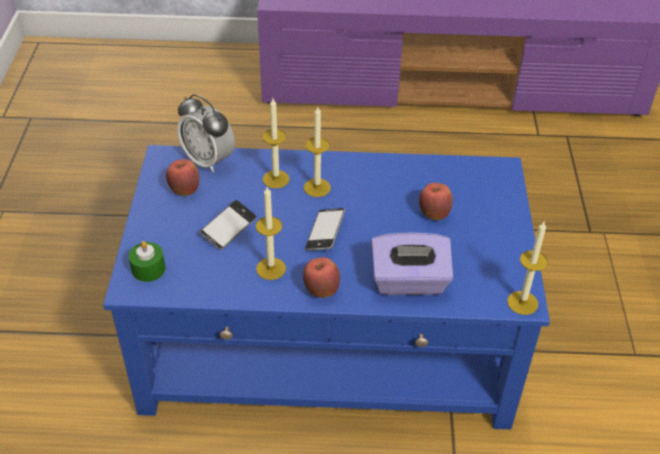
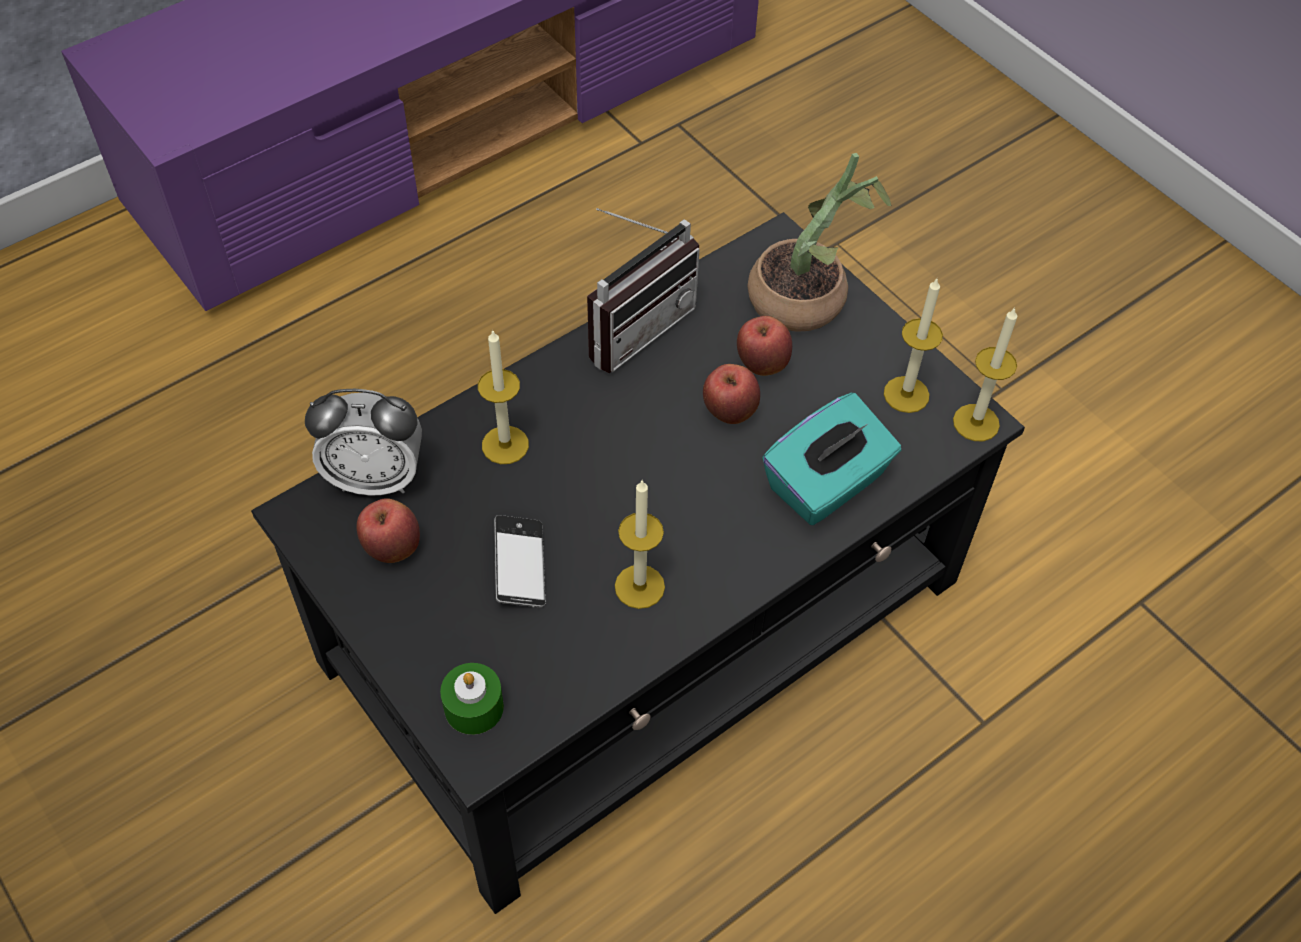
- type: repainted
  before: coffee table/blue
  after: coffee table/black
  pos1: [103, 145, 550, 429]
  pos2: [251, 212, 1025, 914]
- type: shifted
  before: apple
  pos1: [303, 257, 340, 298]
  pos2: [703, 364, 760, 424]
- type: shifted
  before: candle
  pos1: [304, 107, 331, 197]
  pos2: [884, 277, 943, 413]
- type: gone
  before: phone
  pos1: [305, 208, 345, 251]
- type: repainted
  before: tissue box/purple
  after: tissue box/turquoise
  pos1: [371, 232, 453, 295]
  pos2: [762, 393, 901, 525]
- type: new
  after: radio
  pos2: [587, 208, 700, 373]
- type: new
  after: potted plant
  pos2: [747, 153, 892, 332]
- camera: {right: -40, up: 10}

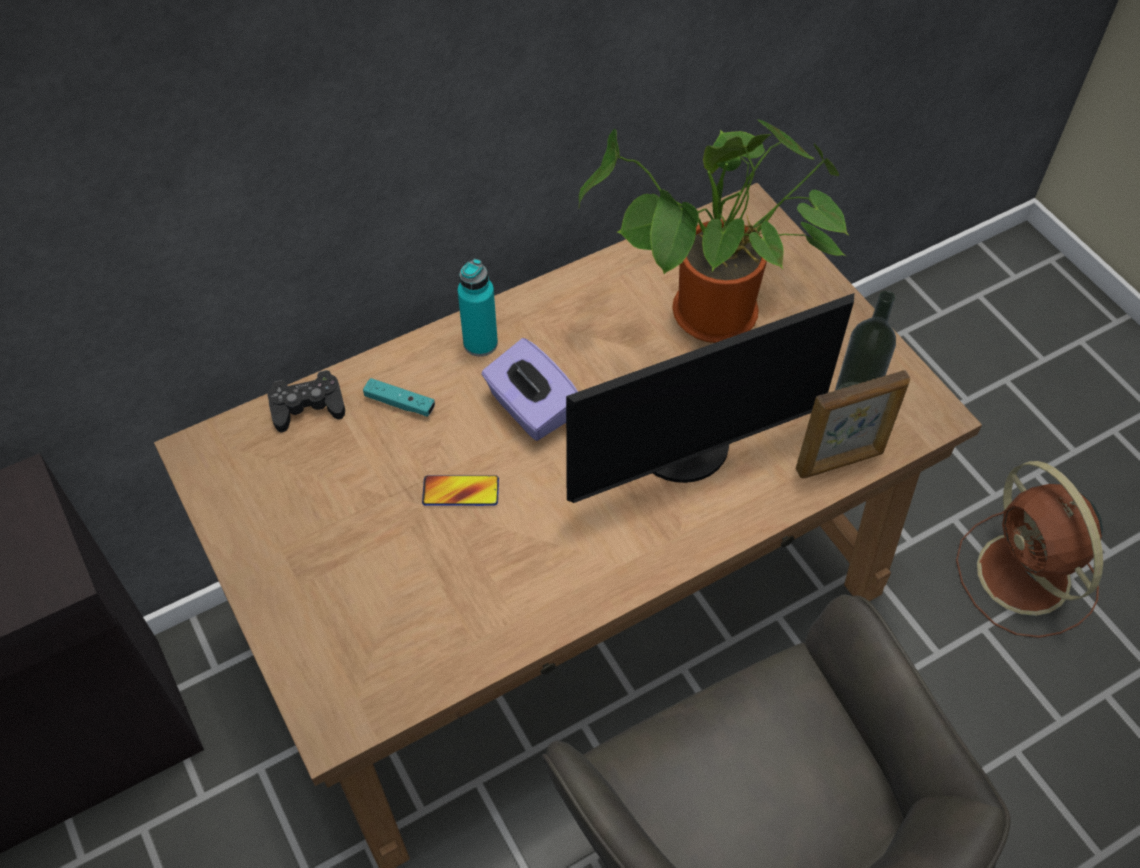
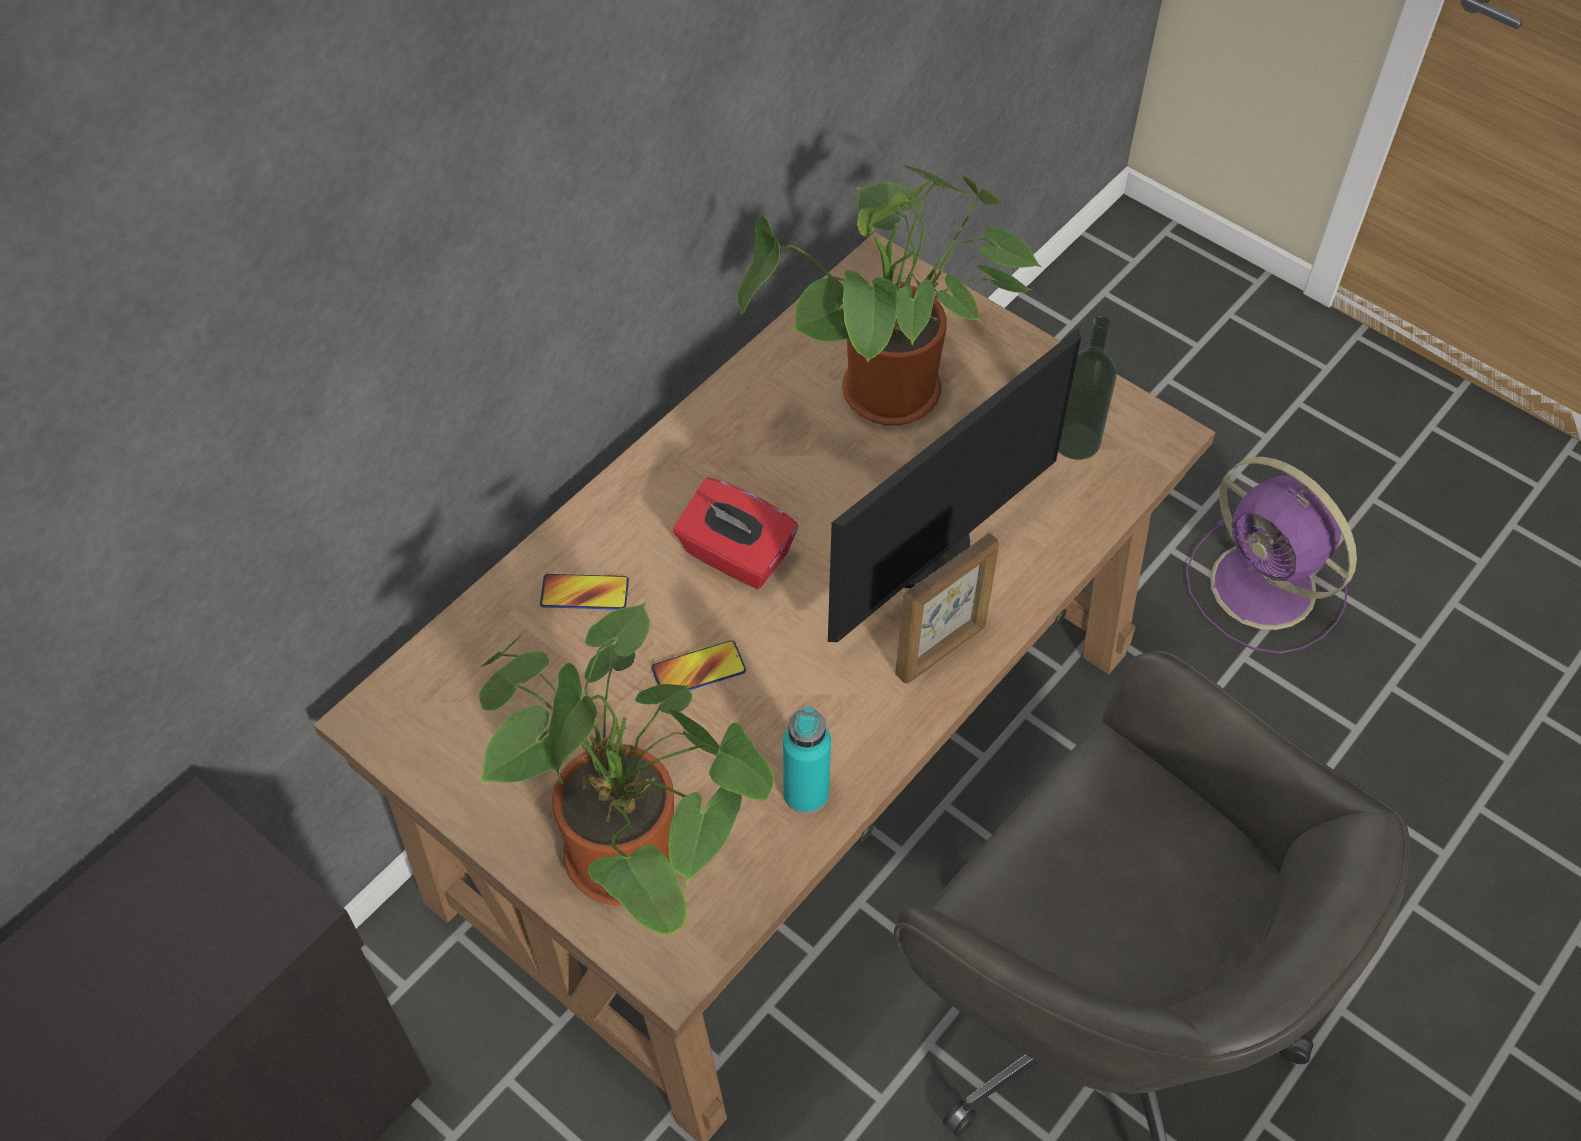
- type: gone
  before: game controller/black
  pos1: [267, 370, 345, 432]
- type: swapped
  before: game controller/turquoise
  after: phone
  pos1: [363, 378, 435, 417]
  pos2: [540, 574, 629, 610]
- type: shifted
  before: bottle/turquoise
  pos1: [458, 259, 498, 357]
  pos2: [783, 707, 831, 814]
- type: repainted
  before: tissue box/purple
  after: tissue box/red
  pos1: [481, 338, 578, 441]
  pos2: [673, 478, 798, 589]
- type: shifted
  before: picture frame
  pos1: [796, 370, 910, 478]
  pos2: [895, 533, 999, 683]
- type: repainted
  before: fan/brown
  after: fan/purple
  pos1: [956, 461, 1103, 638]
  pos2: [1186, 457, 1357, 654]
- type: new
  after: potted plant
  pos2: [475, 602, 773, 937]
- camera: {right: -20, up: 0}

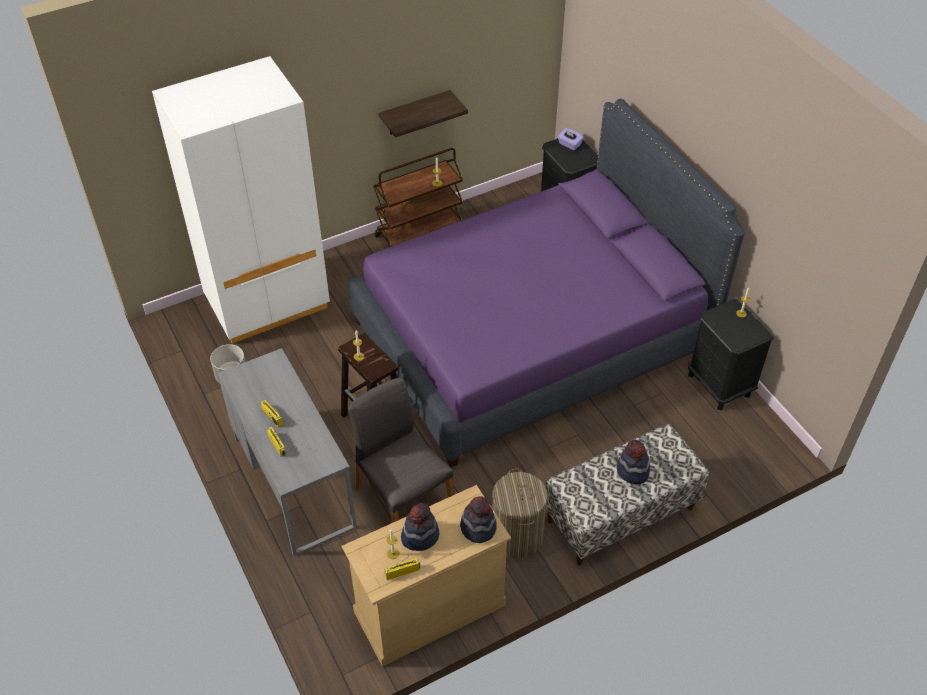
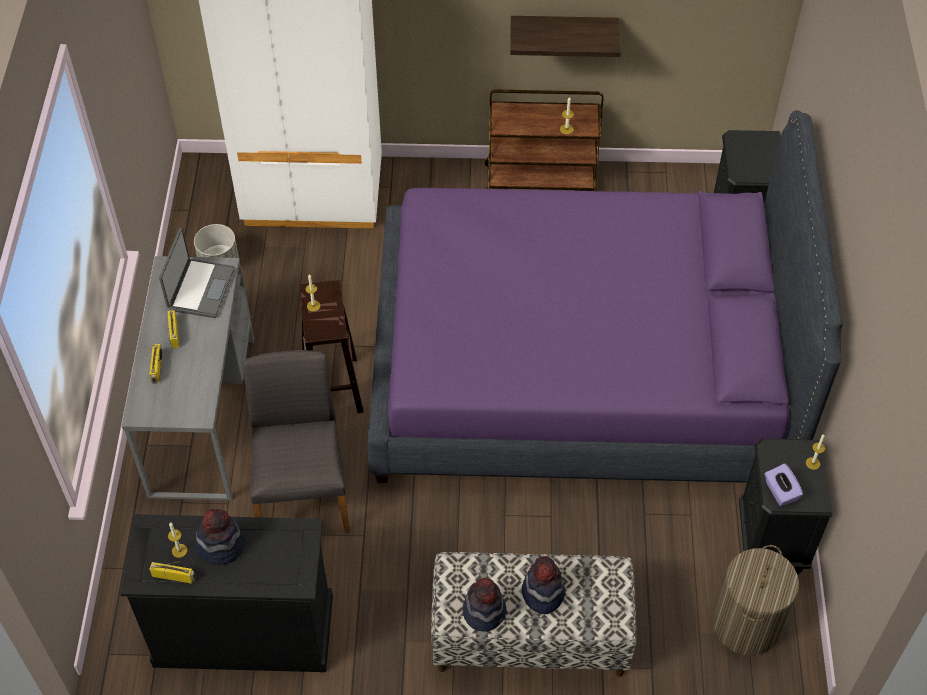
- type: repainted
  before: dresser/beige
  after: dresser/black
  pos1: [341, 485, 511, 667]
  pos2: [120, 514, 333, 672]
- type: shifted
  before: hat
  pos1: [460, 496, 497, 543]
  pos2: [462, 578, 506, 632]
- type: shifted
  before: laundry basket
  pos1: [492, 468, 548, 558]
  pos2: [713, 545, 799, 656]
- type: shifted
  before: tissue box/purple
  pos1: [558, 128, 584, 150]
  pos2: [765, 463, 803, 506]
- type: new
  after: laptop
  pos2: [159, 228, 235, 318]
- camera: {right: 30, up: 5}

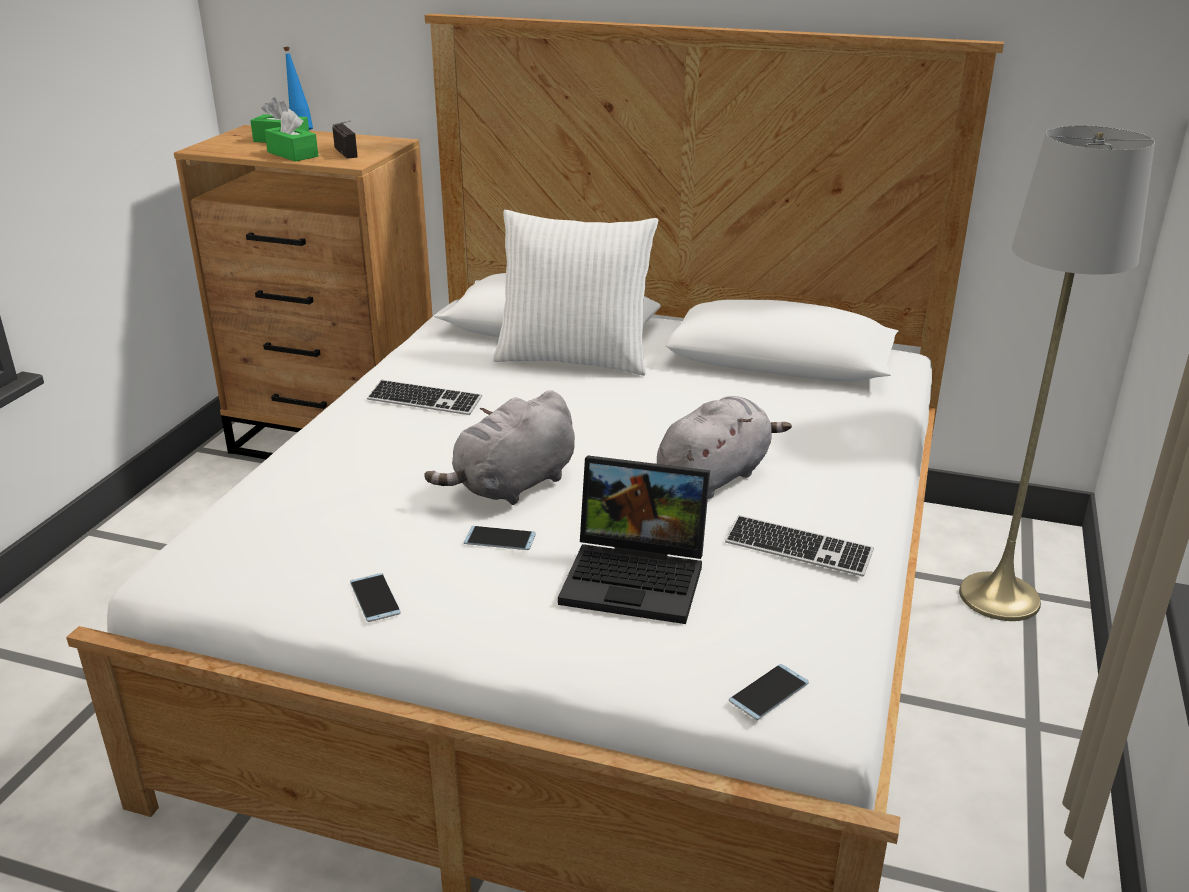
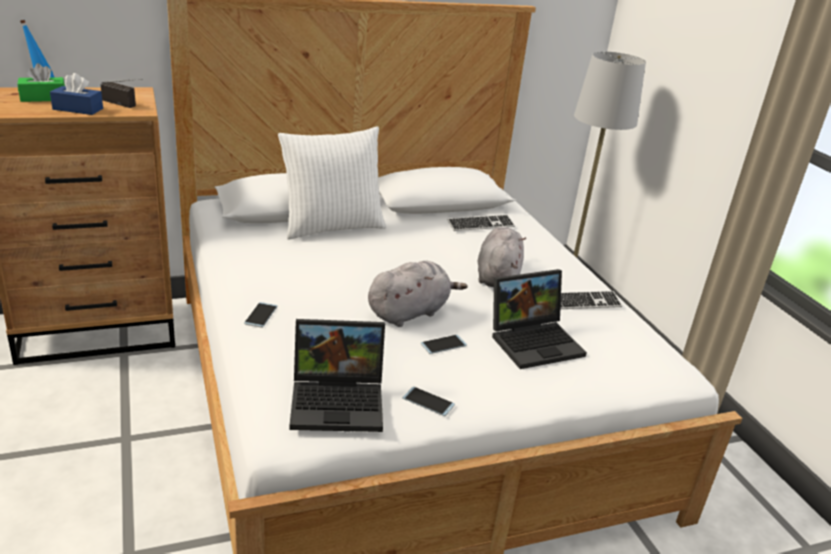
- type: repainted
  before: tissue box/green
  after: tissue box/blue
  pos1: [264, 109, 318, 162]
  pos2: [50, 73, 103, 115]
- type: shifted
  before: keyboard
  pos1: [367, 380, 482, 415]
  pos2: [447, 215, 515, 231]
- type: rotated
  before: plush toy/grey
  pos1: [424, 390, 575, 505]
  pos2: [368, 261, 468, 327]
  turn: -135
- type: shifted
  before: phone
  pos1: [729, 664, 809, 720]
  pos2: [244, 302, 277, 328]
- type: new
  after: laptop
  pos2: [289, 319, 385, 432]
- camera: {right: -40, up: 0}

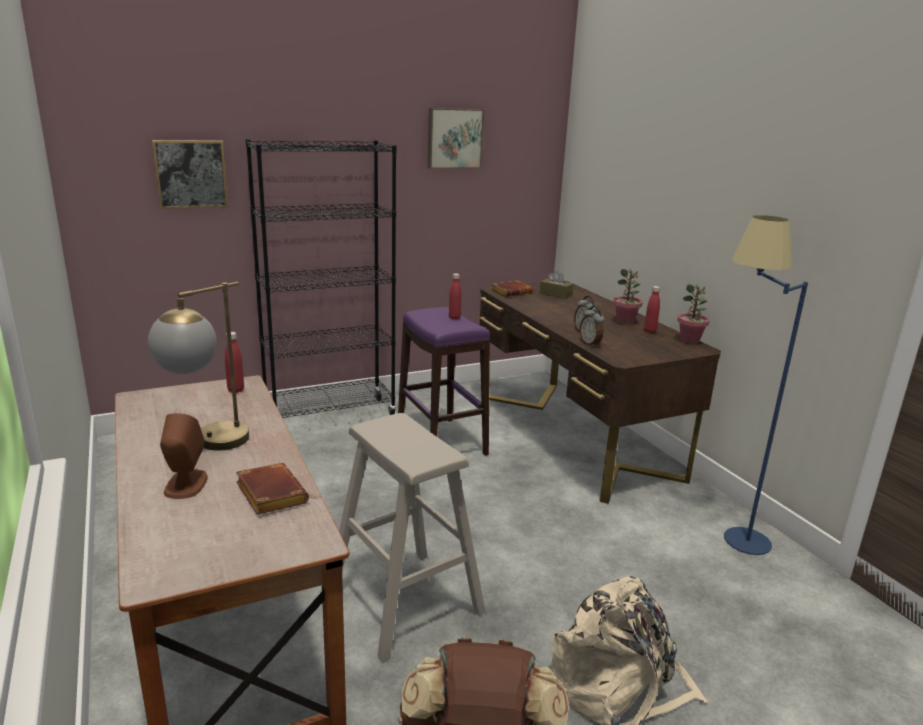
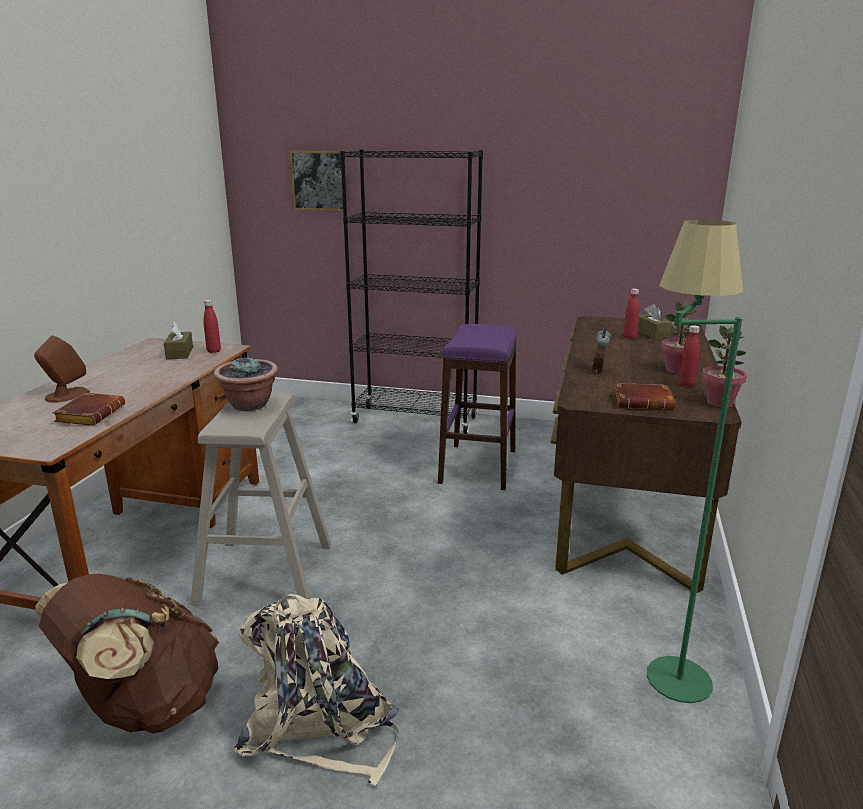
- type: gone
  before: table lamp
  pos1: [148, 282, 249, 451]
- type: gone
  before: picture
  pos1: [428, 108, 484, 169]
- type: shifted
  before: bottle/red
  pos1: [449, 273, 462, 319]
  pos2: [623, 288, 639, 339]
- type: shifted
  before: book/brown
  pos1: [491, 280, 533, 297]
  pos2: [613, 383, 675, 410]
- type: gone
  before: alarm clock
  pos1: [579, 306, 605, 347]
- type: repainted
  before: floor lamp/blue
  after: floor lamp/green
  pos1: [724, 215, 808, 555]
  pos2: [647, 220, 743, 703]
- type: new
  after: tissue box/brown
  pos2: [164, 321, 193, 359]
- type: new
  after: potted plant
  pos2: [214, 357, 278, 411]
- camera: {right: 40, up: 0}

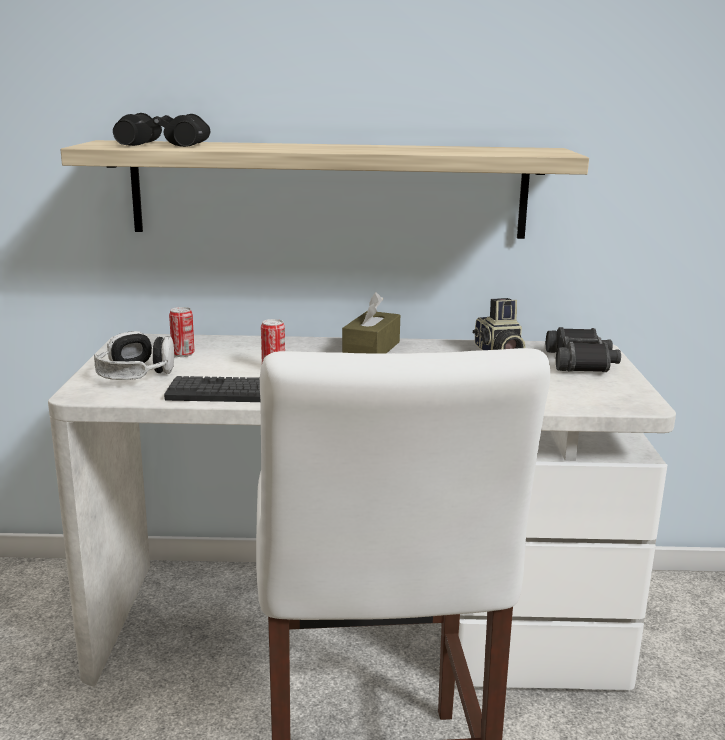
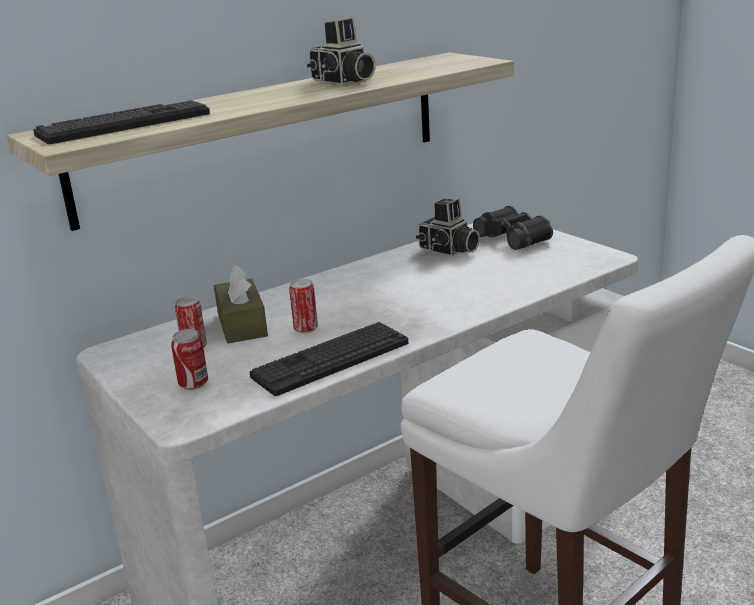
- type: swapped
  before: headphones
  after: can
  pos1: [94, 331, 174, 380]
  pos2: [171, 329, 208, 390]
- type: swapped
  before: binoculars/black
  after: keyboard
  pos1: [113, 113, 211, 147]
  pos2: [33, 100, 210, 144]
- type: shifted
  before: tissue box/brown
  pos1: [342, 292, 400, 353]
  pos2: [214, 265, 268, 344]
- type: new
  after: photo camera
  pos2: [307, 18, 376, 85]
- camera: {right: -35, up: 5}

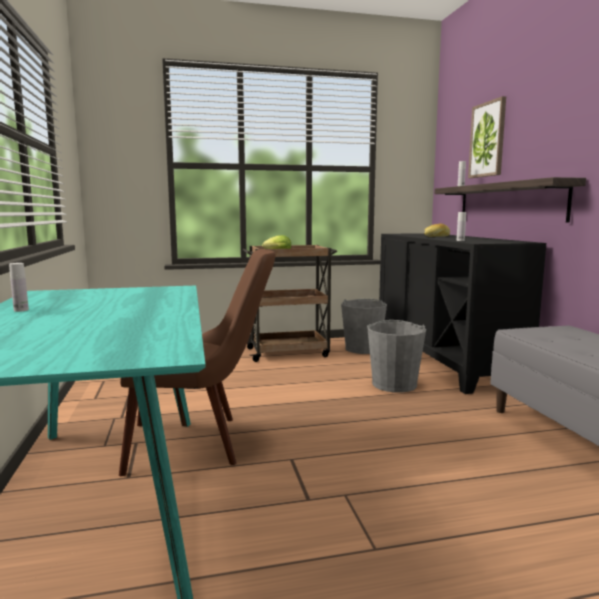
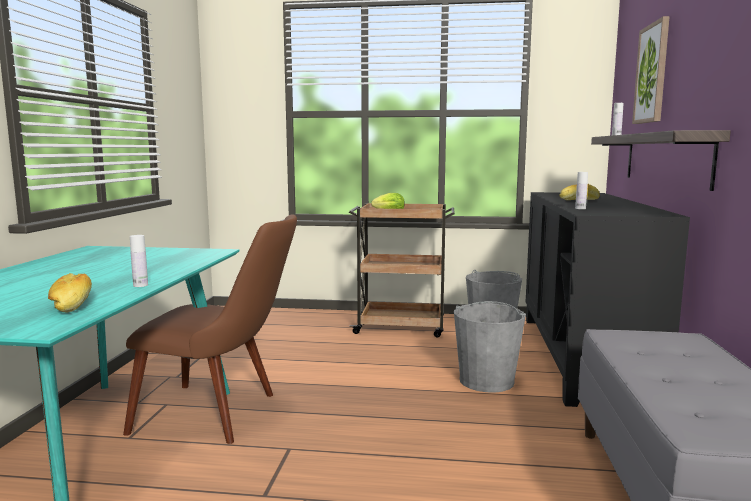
- type: shifted
  before: bottle/white
  pos1: [9, 263, 29, 312]
  pos2: [130, 235, 148, 287]
- type: new
  after: bread
  pos2: [48, 273, 92, 313]
- camera: {right: 20, up: 0}

